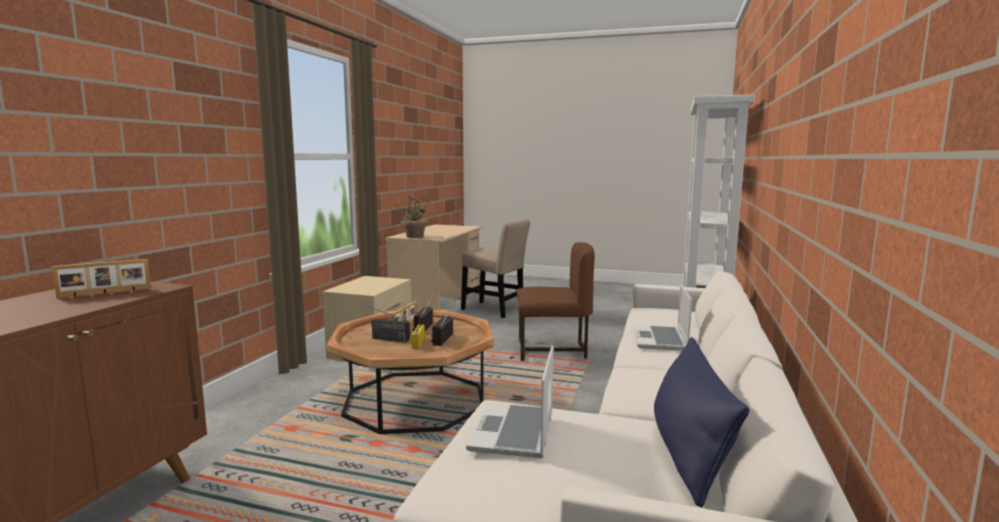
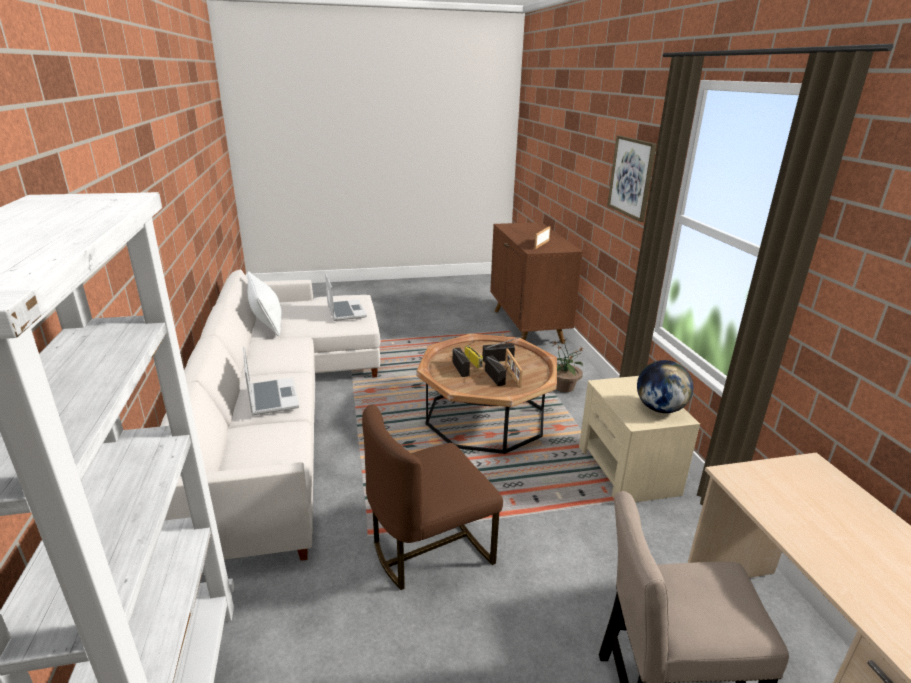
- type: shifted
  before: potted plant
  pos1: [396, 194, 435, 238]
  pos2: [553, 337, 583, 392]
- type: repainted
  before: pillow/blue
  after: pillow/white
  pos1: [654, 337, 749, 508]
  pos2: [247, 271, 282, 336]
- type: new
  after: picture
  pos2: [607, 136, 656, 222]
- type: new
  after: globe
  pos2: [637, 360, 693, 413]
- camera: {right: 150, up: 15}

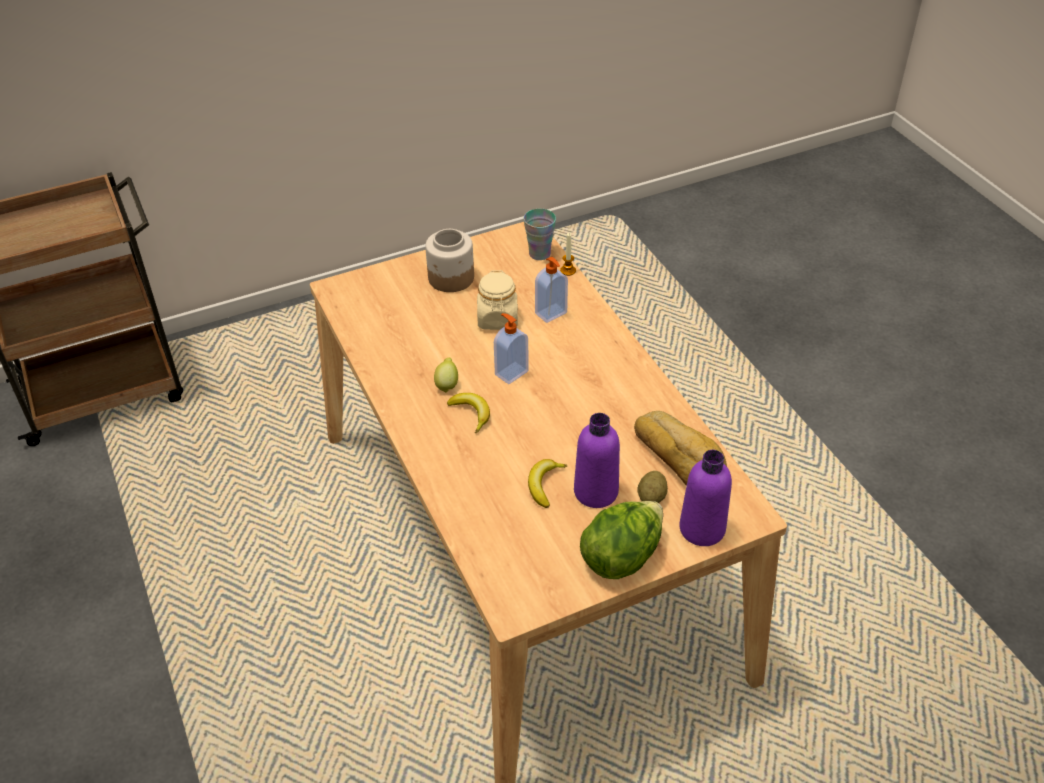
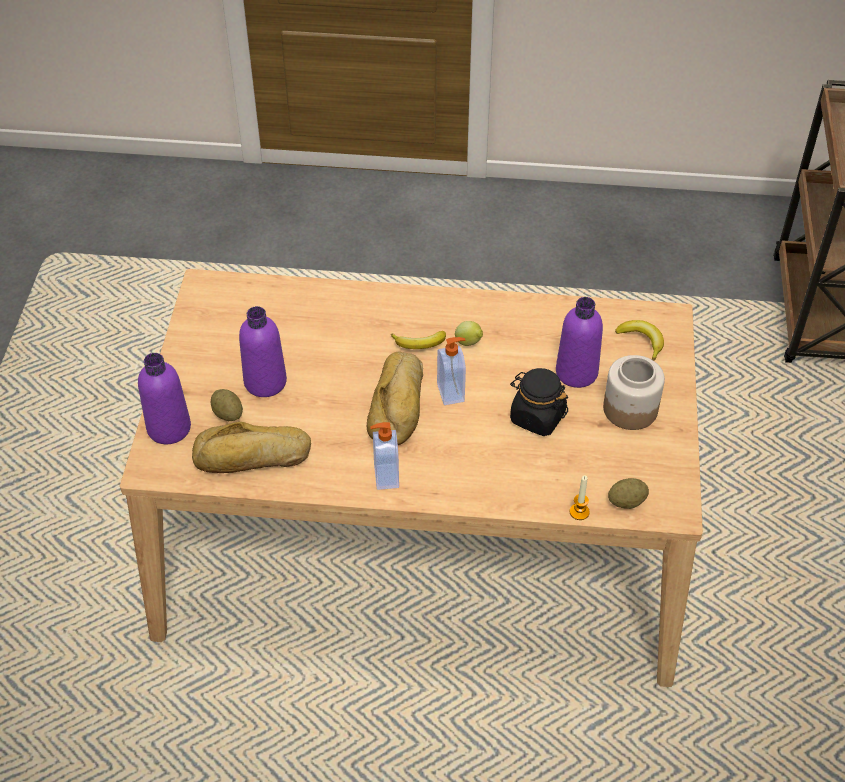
- type: repainted
  before: jar/beige
  after: jar/black
  pos1: [477, 270, 518, 330]
  pos2: [510, 368, 568, 436]
- type: swapped
  before: cup
  after: potato
  pos1: [524, 209, 556, 260]
  pos2: [608, 478, 649, 509]
- type: shifted
  before: banana
  pos1: [528, 459, 567, 508]
  pos2: [615, 320, 664, 361]
- type: shifted
  before: soap dispenser
  pos1: [535, 257, 568, 323]
  pos2: [370, 422, 399, 490]
- type: gone
  before: lettuce
  pos1: [580, 501, 663, 579]
- type: new
  after: bread
  pos2: [367, 352, 423, 445]
- type: new
  after: bottle/purple
  pos2: [556, 297, 603, 388]
- camera: {right: 120, up: 5}

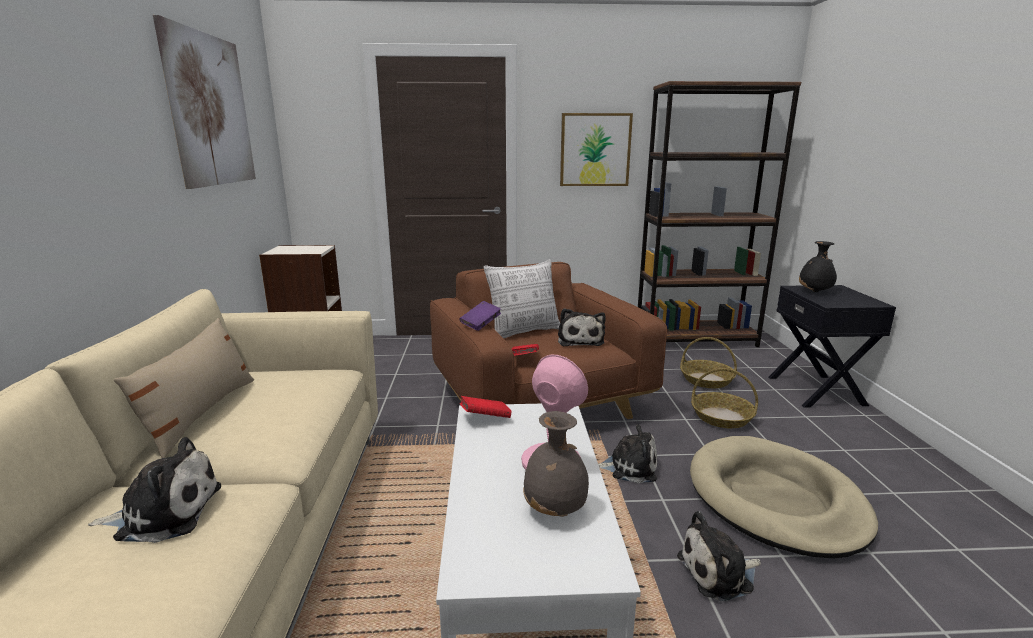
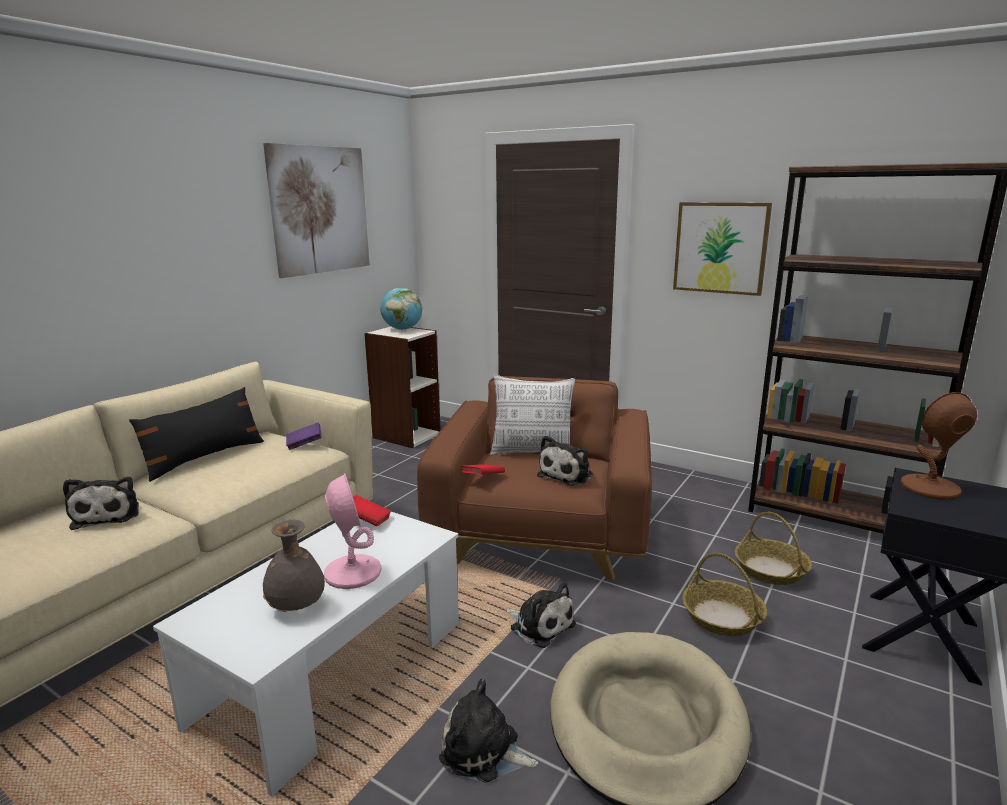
- type: rotated
  before: plush toy
  pos1: [88, 437, 221, 543]
  pos2: [63, 477, 139, 530]
  turn: 45
- type: repainted
  before: pillow/beige
  after: pillow/black
  pos1: [114, 318, 254, 458]
  pos2: [129, 387, 264, 482]
- type: shifted
  before: book/purple
  pos1: [459, 301, 501, 331]
  pos2: [286, 423, 322, 450]
- type: swapped
  before: vase/black
  after: table lamp/brown
  pos1: [799, 241, 837, 292]
  pos2: [900, 392, 977, 500]
- type: new
  after: globe
  pos2: [380, 288, 422, 330]
- camera: {right: 35, up: 0}

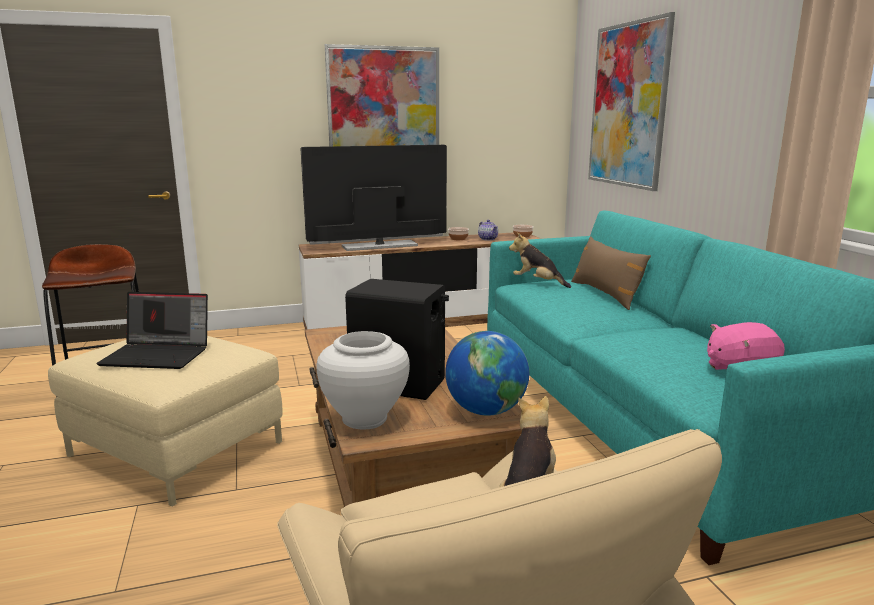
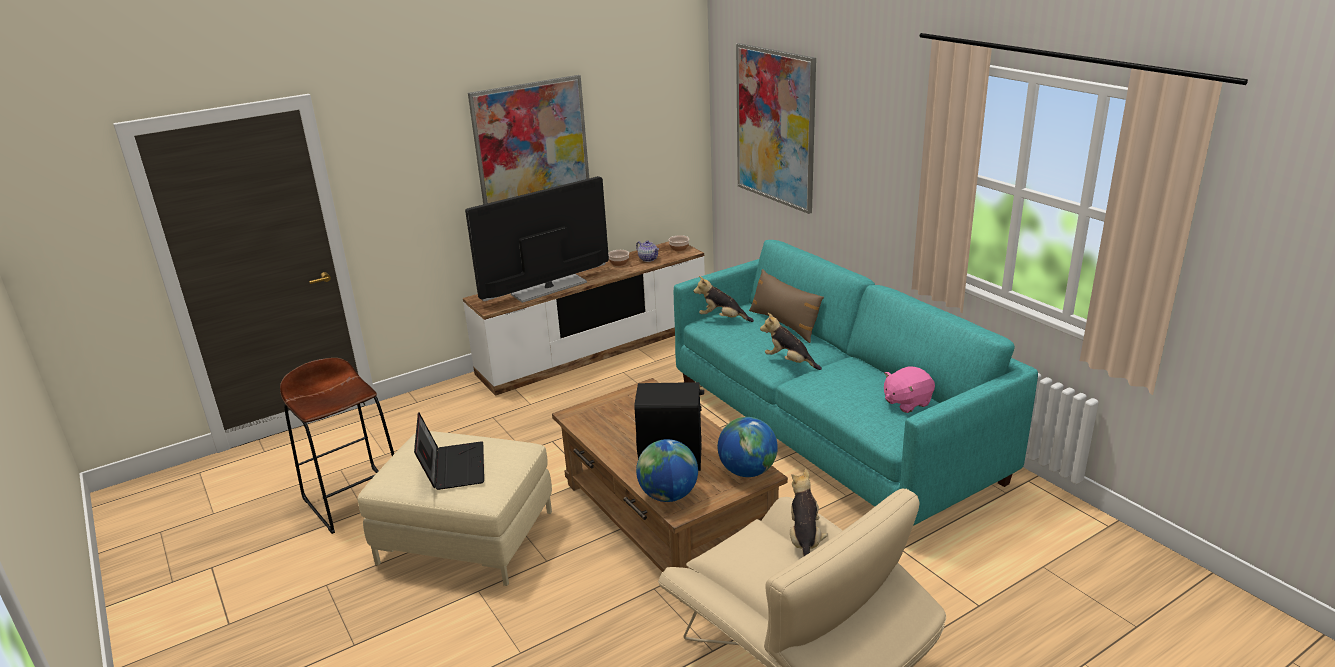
- type: rotated
  before: laptop
  pos1: [96, 292, 208, 369]
  pos2: [414, 413, 484, 490]
  turn: -90
- type: swapped
  before: vase/white
  after: globe
  pos1: [316, 331, 410, 430]
  pos2: [636, 439, 698, 502]
- type: new
  after: plush toy
  pos2: [760, 313, 822, 370]
- camera: {right: -15, up: 10}

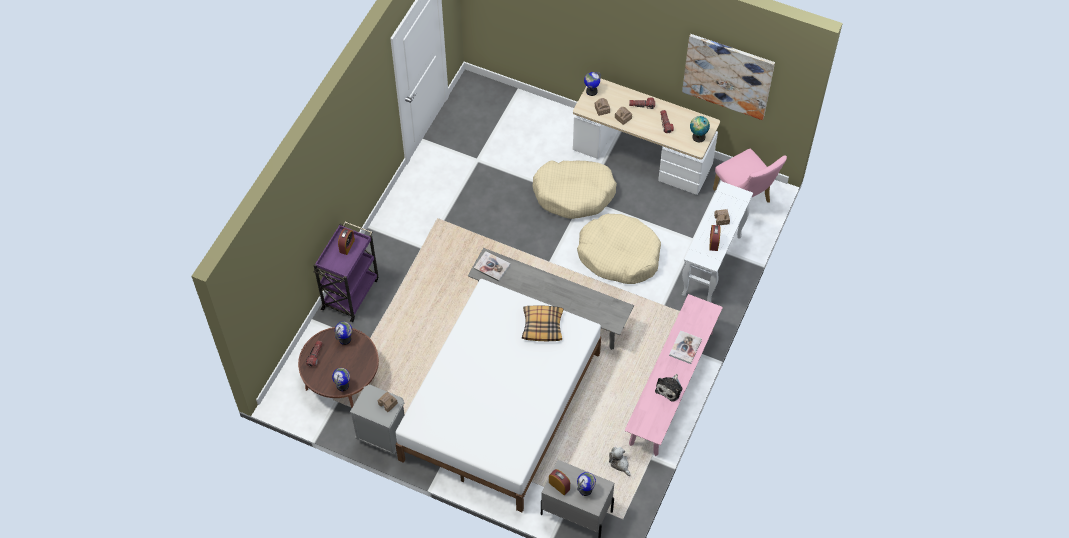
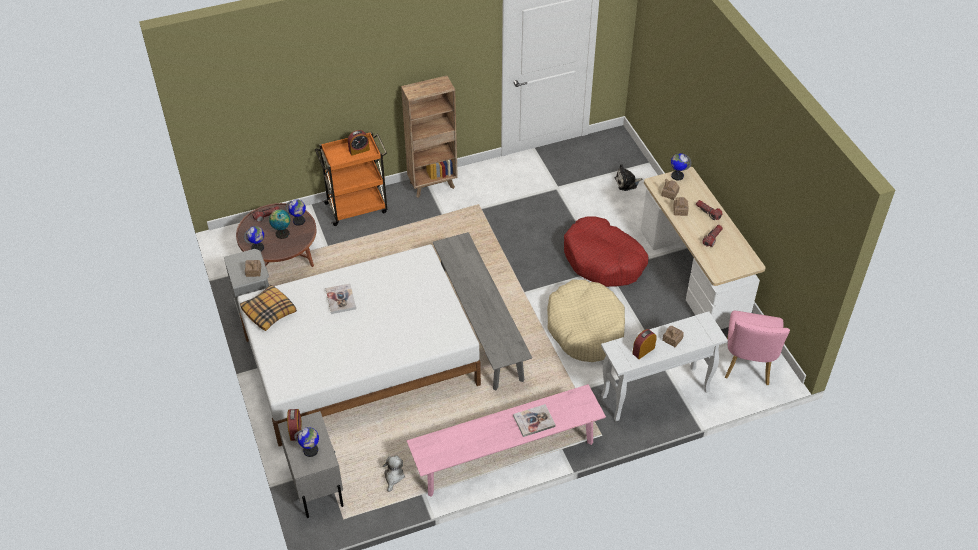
- type: repainted
  before: cart/purple
  after: cart/orange
  pos1: [313, 222, 378, 322]
  pos2: [315, 132, 387, 226]
- type: shifted
  before: book
  pos1: [474, 251, 510, 282]
  pos2: [326, 284, 356, 314]
- type: shifted
  before: pillow
  pos1: [522, 305, 563, 341]
  pos2: [240, 285, 297, 331]
- type: repainted
  before: dog bed/beige
  after: dog bed/red
  pos1: [532, 160, 617, 219]
  pos2: [564, 217, 649, 287]
- type: shifted
  before: plush toy
  pos1: [655, 374, 683, 402]
  pos2: [615, 164, 643, 191]
- type: gone
  before: picture
  pos1: [682, 34, 775, 120]
- type: shifted
  before: globe
  pos1: [690, 116, 710, 142]
  pos2: [269, 209, 290, 239]
- type: new
  after: bookcase/brown
  pos2: [401, 76, 458, 198]
- camera: {right: 45, up: -10}

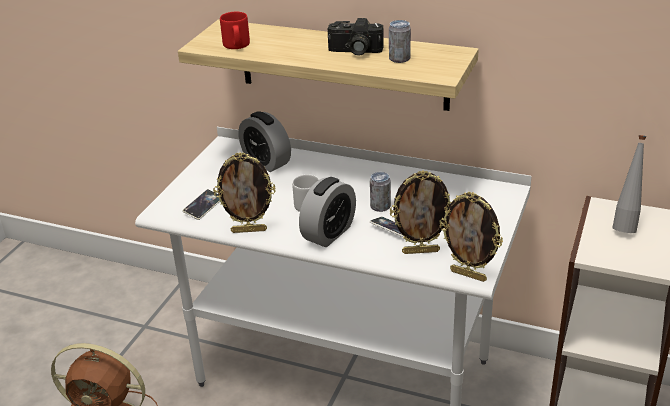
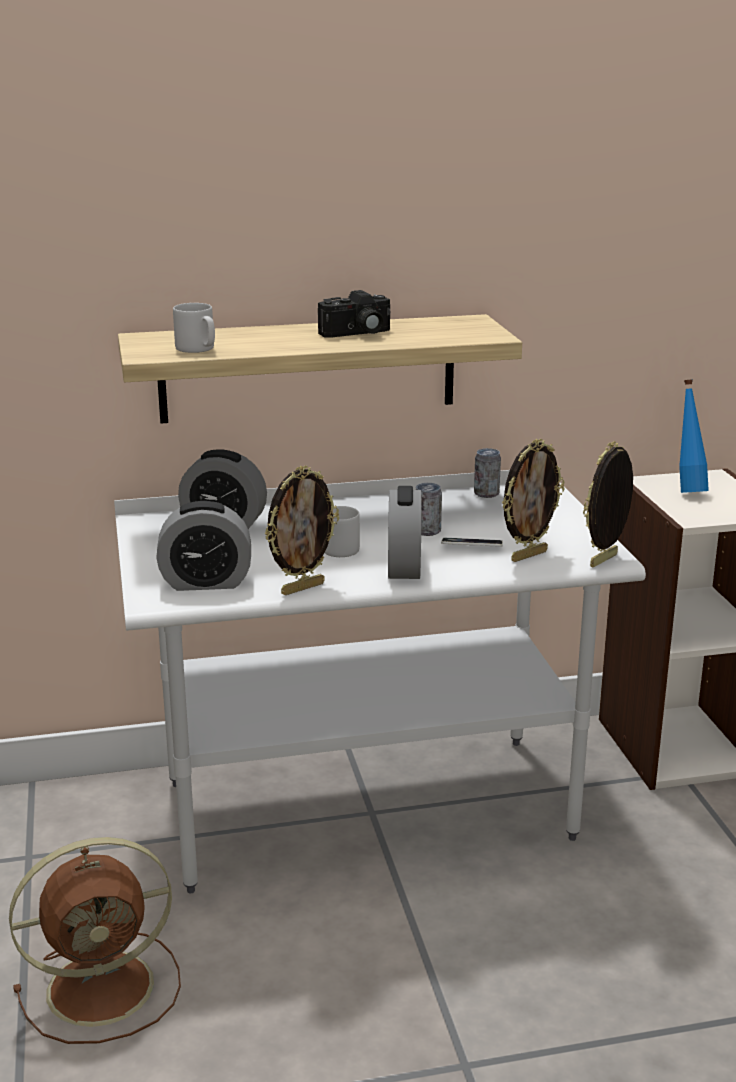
- type: swapped
  before: phone
  after: alarm clock
  pos1: [183, 189, 220, 220]
  pos2: [157, 501, 251, 591]
- type: repainted
  before: mug/red
  after: mug/grey
  pos1: [220, 12, 250, 49]
  pos2: [173, 303, 215, 353]
- type: shifted
  before: can
  pos1: [389, 20, 411, 63]
  pos2: [474, 448, 501, 498]
- type: rotated
  before: picture frame
  pos1: [439, 192, 503, 282]
  pos2: [583, 441, 633, 568]
  turn: 135
- type: repainted
  before: bottle/grey
  after: bottle/blue
  pos1: [612, 135, 646, 233]
  pos2: [679, 380, 709, 493]
- camera: {right: -35, up: -10}

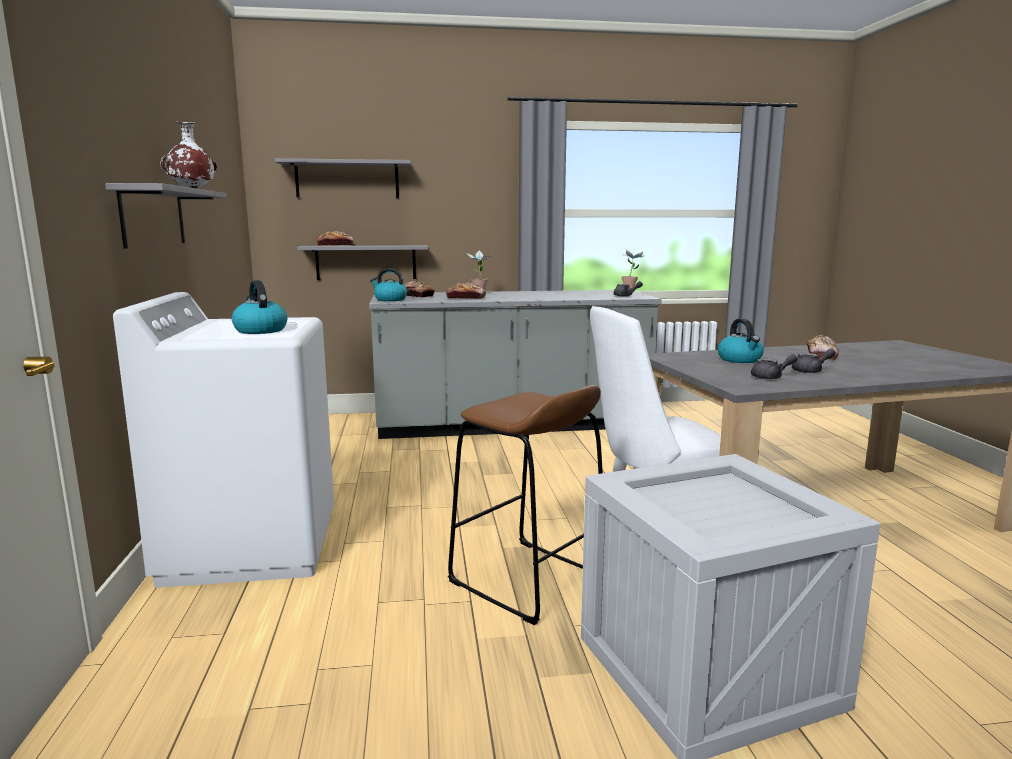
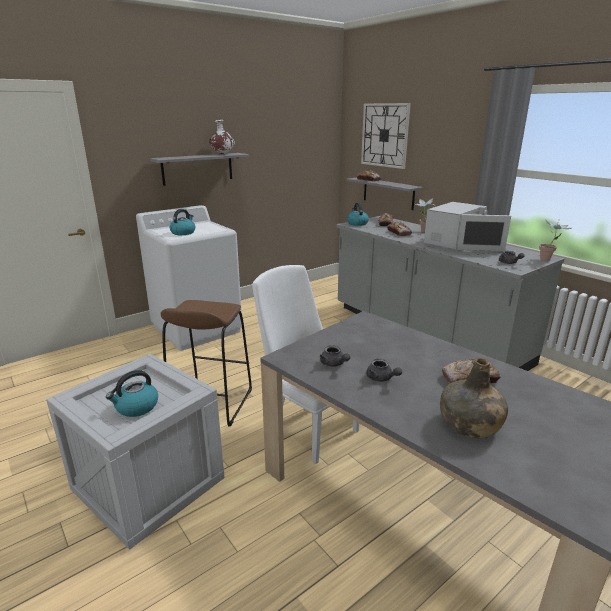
- type: swapped
  before: shelf/grey
  after: wall clock
  pos1: [275, 158, 411, 198]
  pos2: [361, 103, 411, 169]
- type: shifted
  before: kettle
  pos1: [718, 318, 764, 363]
  pos2: [106, 370, 158, 417]
- type: new
  after: microwave/white
  pos2: [424, 202, 511, 252]
- type: new
  after: bottle/green
  pos2: [440, 358, 508, 438]
- camera: {right: 60, up: 10}

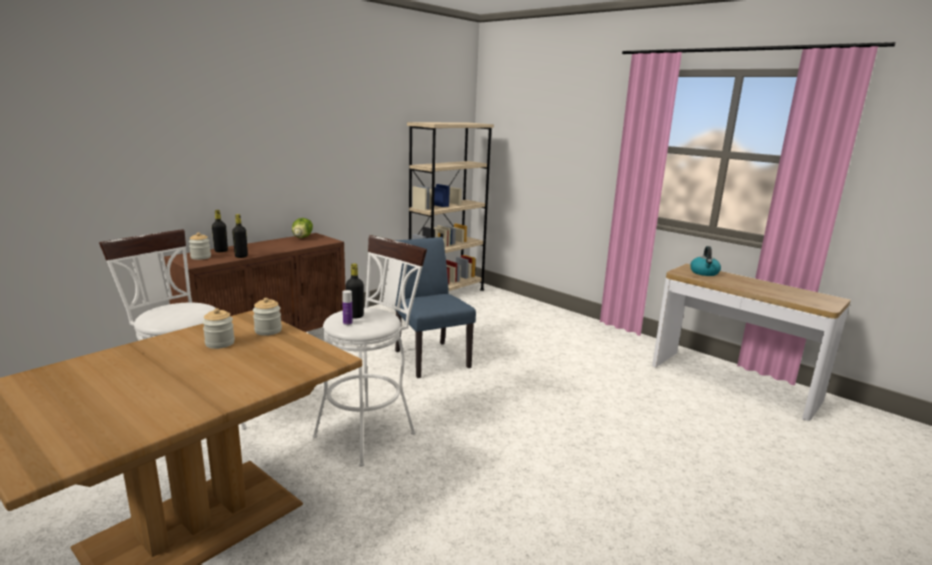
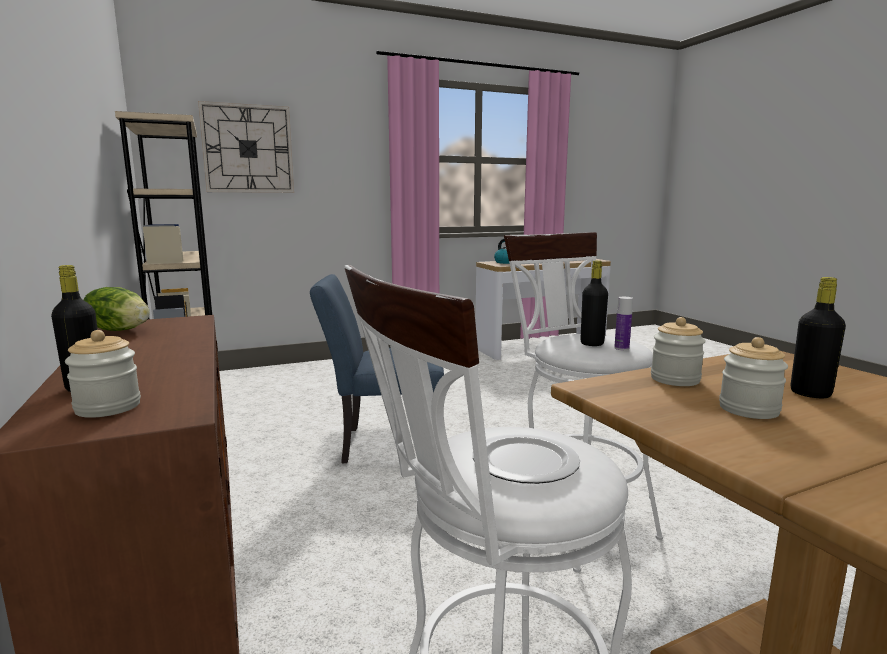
- type: shifted
  before: bottle/black
  pos1: [232, 214, 248, 258]
  pos2: [791, 277, 846, 398]
- type: new
  after: wall clock
  pos2: [198, 101, 294, 193]
- type: new
  after: plate
  pos2: [473, 433, 580, 484]
- camera: {right: -65, up: -5}

